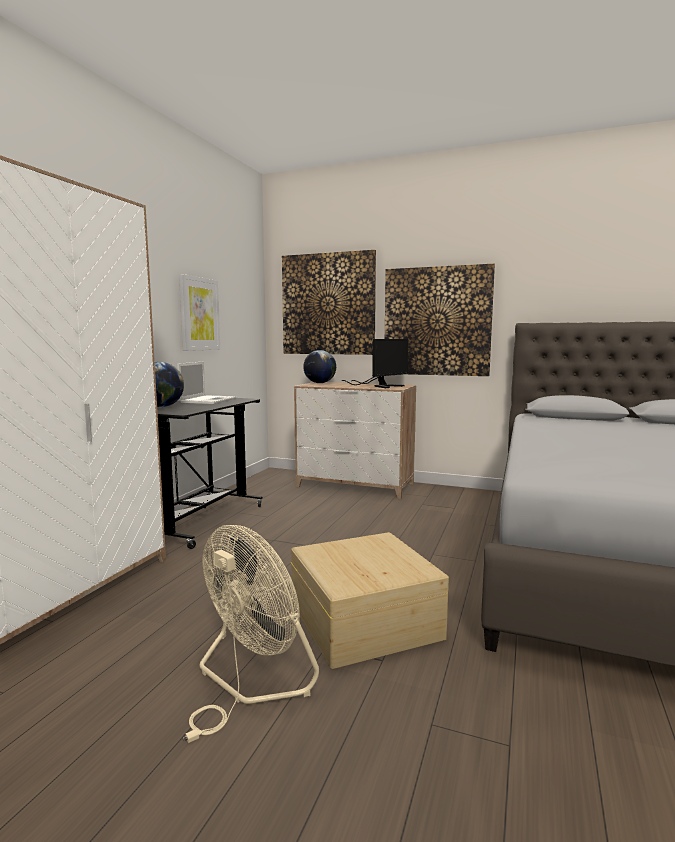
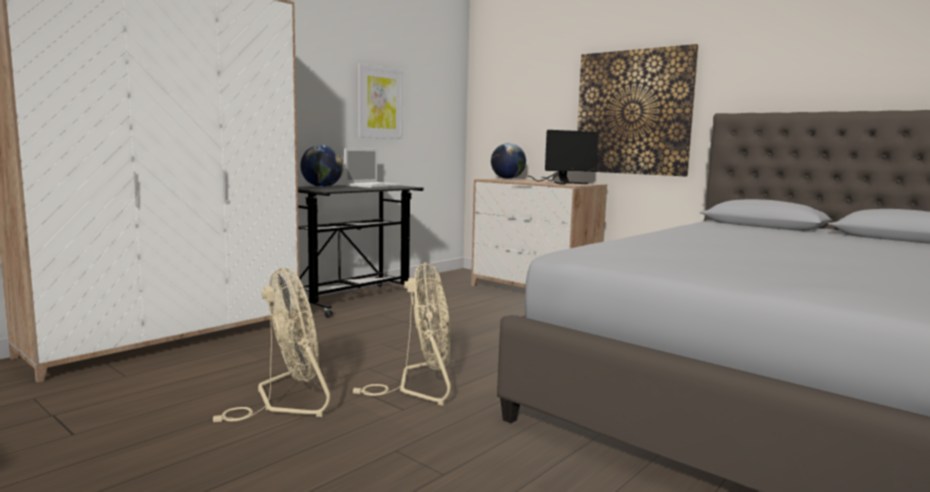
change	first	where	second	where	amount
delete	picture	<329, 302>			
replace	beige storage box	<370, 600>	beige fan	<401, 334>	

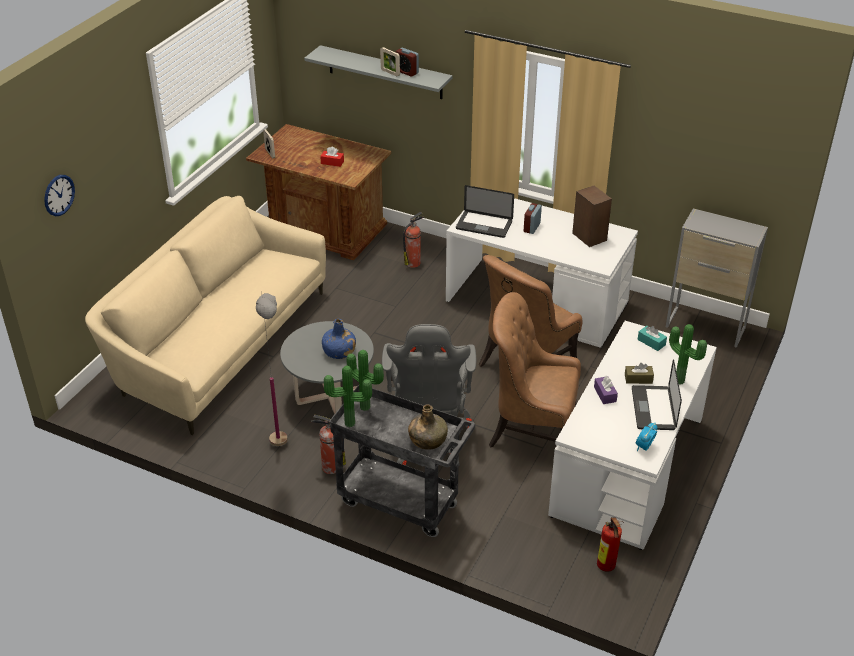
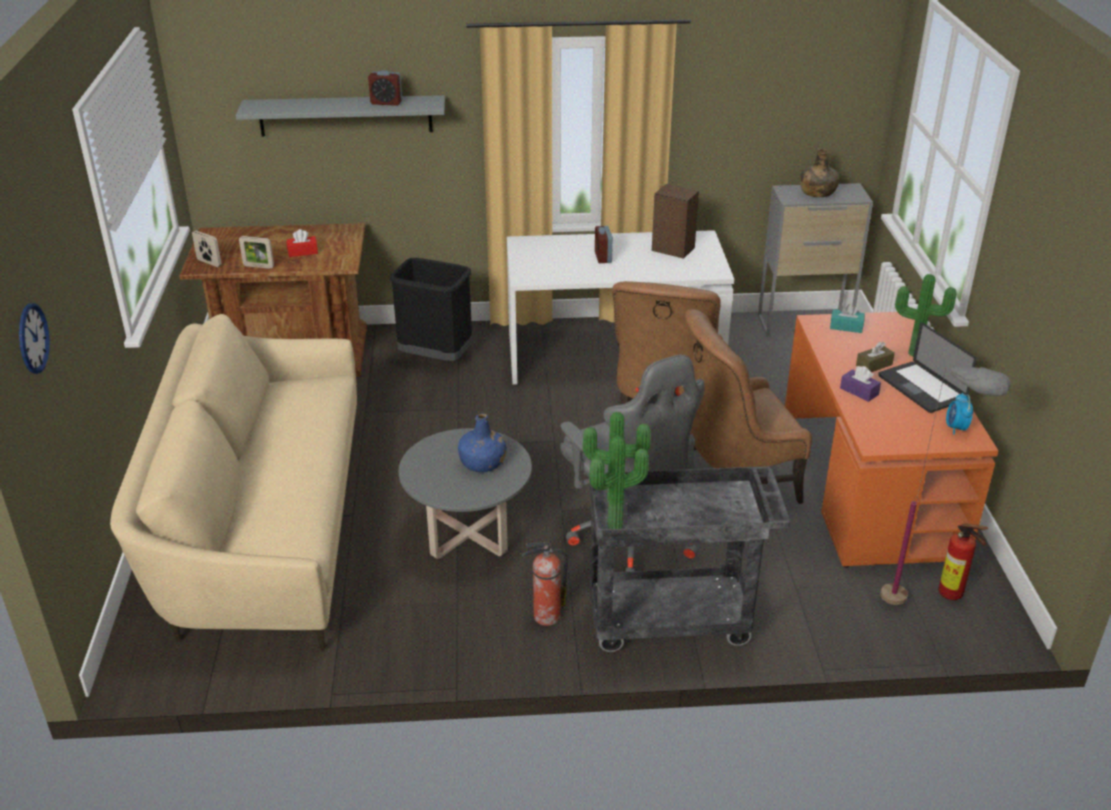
change	first	where	second	where	amount
move	grey floor lamp	<272, 368>		<945, 485>	
move	picture frame	<390, 61>		<256, 252>	
replace	fire extinguisher	<413, 240>	black trash can	<431, 309>	
move	green bottle	<428, 427>		<820, 173>	
delete	laptop	<485, 211>			
recolor	white desk	<632, 435>	orange desk	<891, 440>	

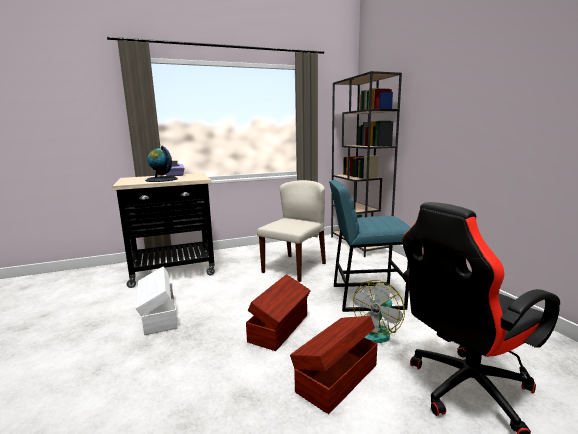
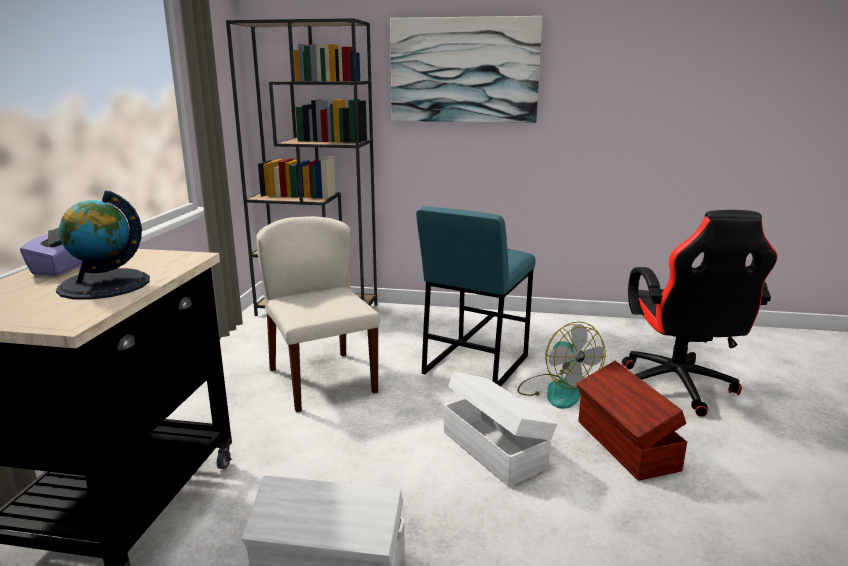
change	first	where	second	where	amount
recolor	brown storage box	<278, 312>	white storage box	<500, 429>	
insert			picture	<466, 69>	

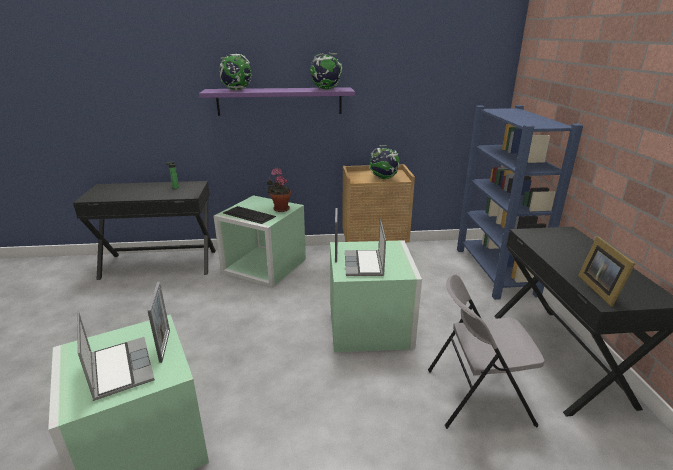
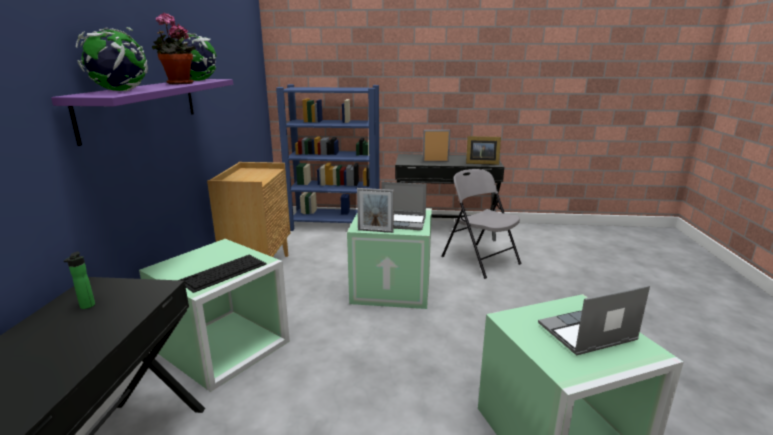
change	first	where	second	where	amount
move	picture frame	<158, 322>		<436, 146>	
move	potted plant	<279, 190>		<174, 48>	
delete	globe	<384, 162>			
rotate	grey chair	<486, 351>		<481, 224>	135 degrees clockwise

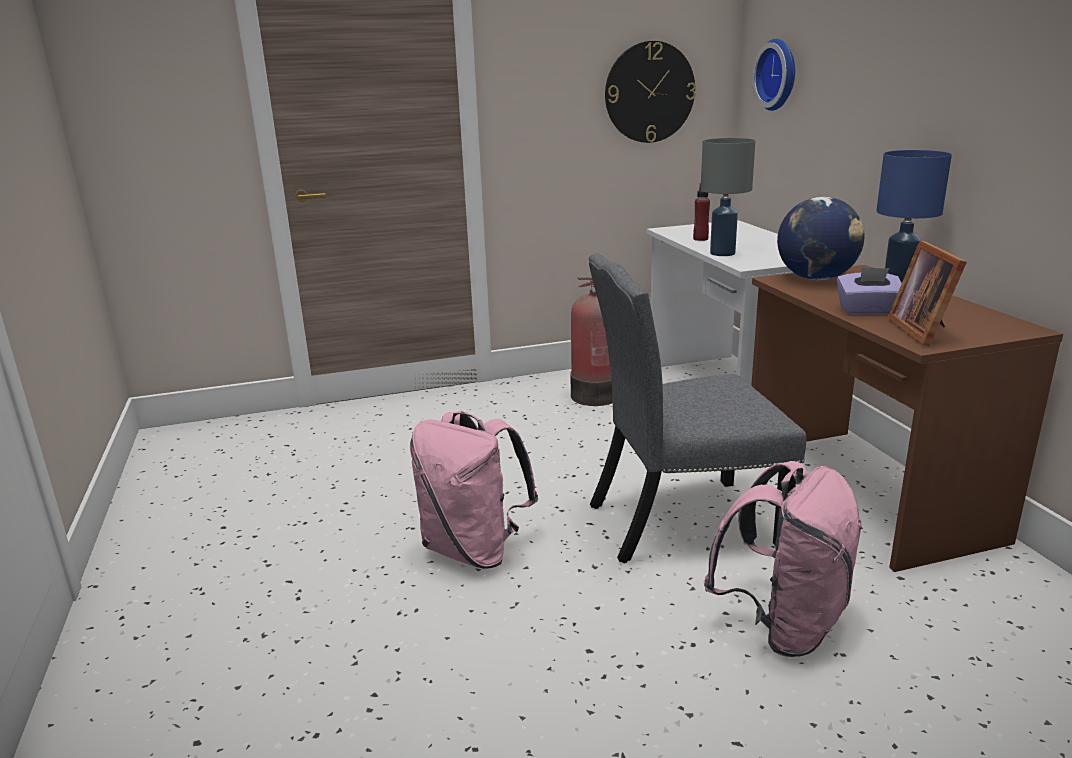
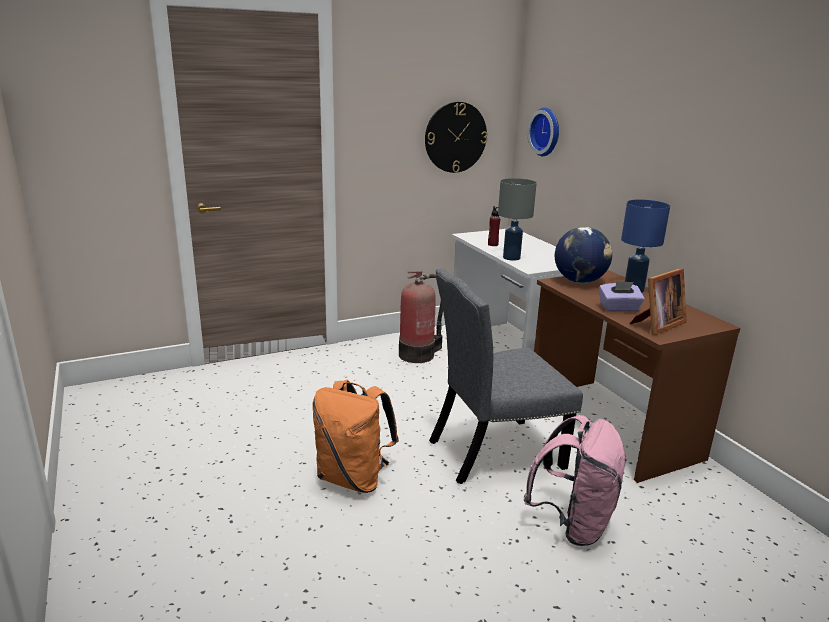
change	first	where	second	where	amount
recolor	pink backpack	<474, 490>	orange backpack	<355, 436>	
rotate	picture frame	<927, 293>		<658, 301>	120 degrees counterclockwise

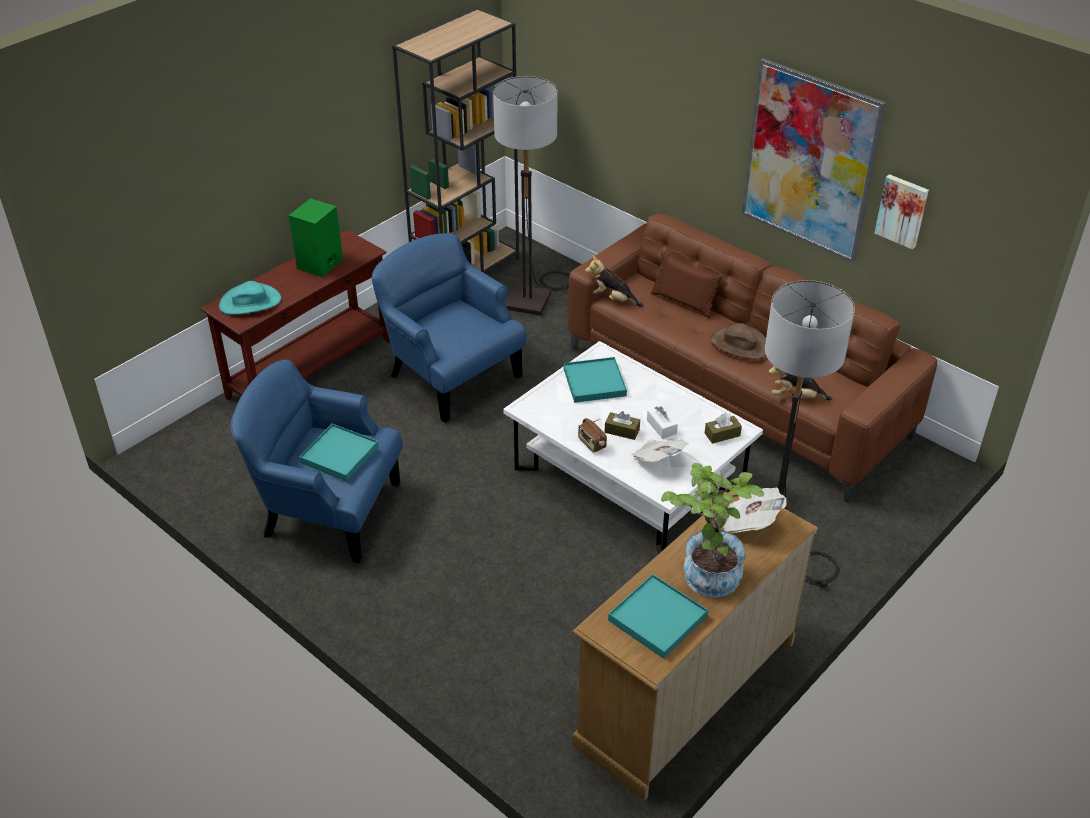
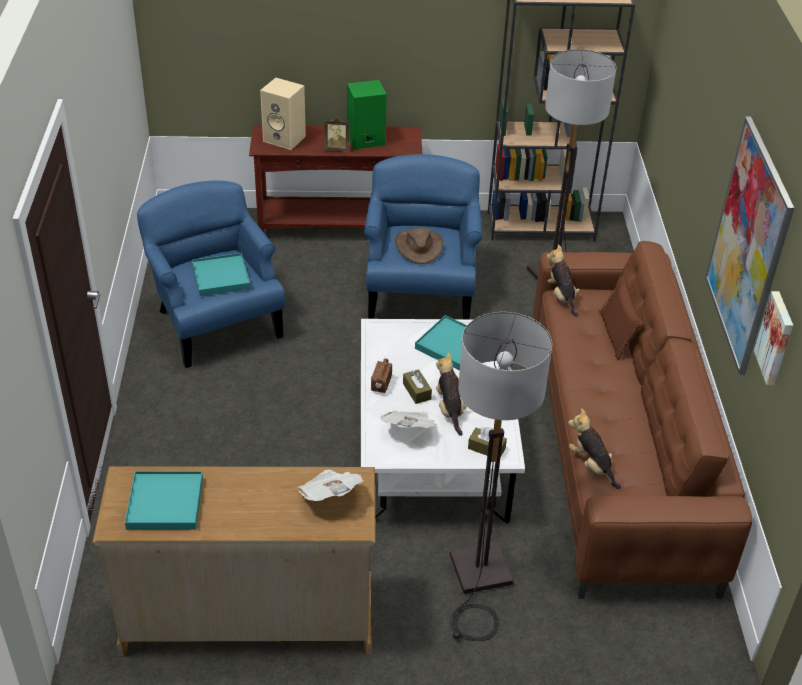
change	first	where	second	where	amount
replace	turquoise hat	<250, 298>	beige speaker	<283, 114>	
replace	white tissue box	<662, 422>	plush toy	<451, 394>	
delete	potted plant	<712, 530>			
move	brown hat	<738, 341>		<419, 246>	
insert			picture frame	<337, 135>	

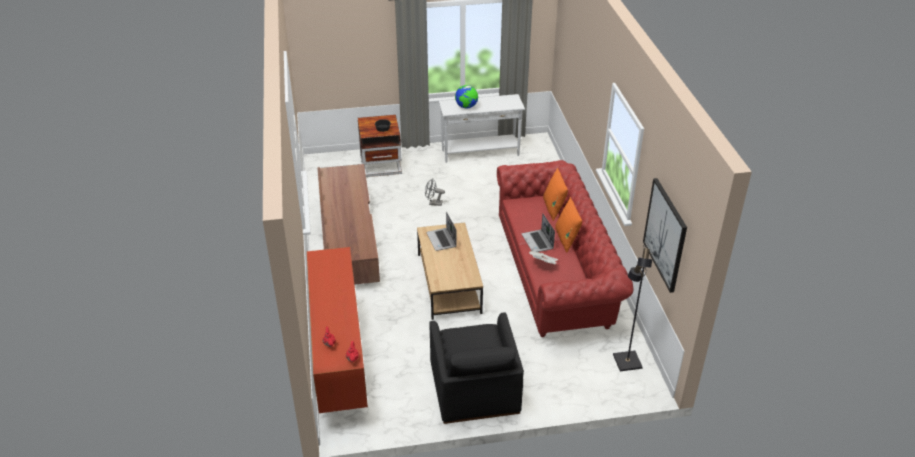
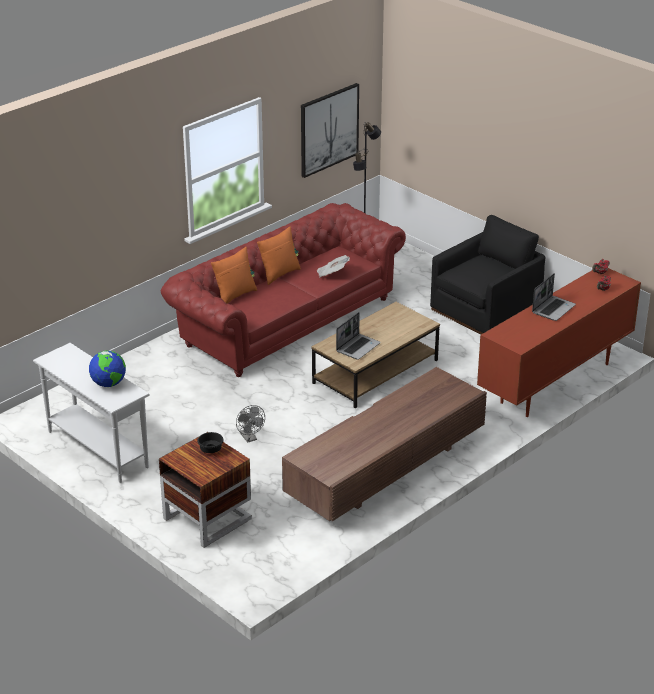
change	first	where	second	where	amount
move	laptop	<538, 233>		<554, 297>	

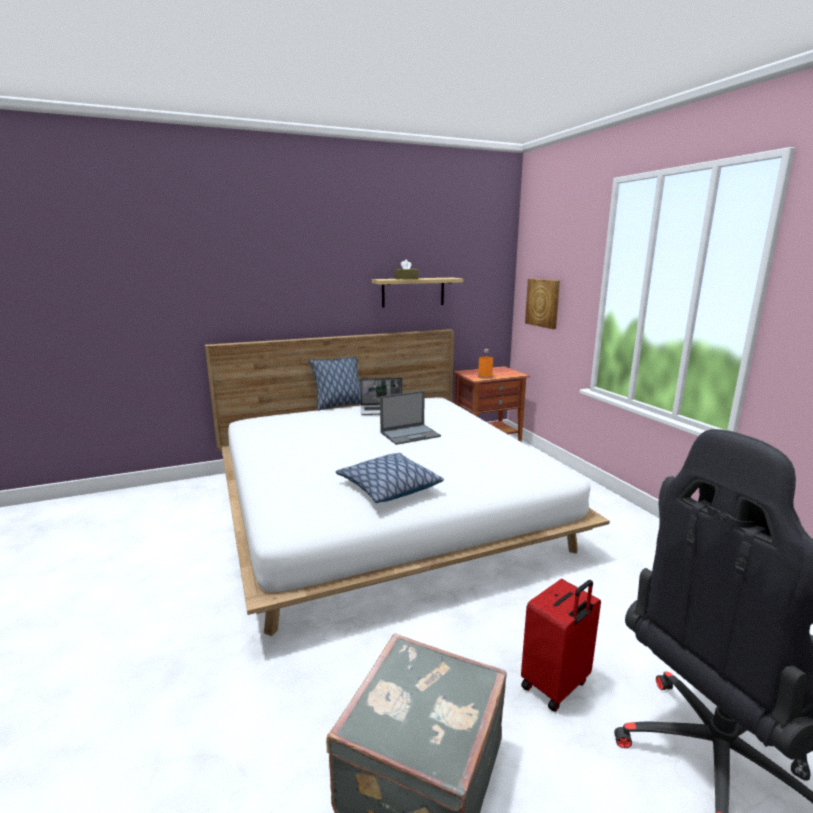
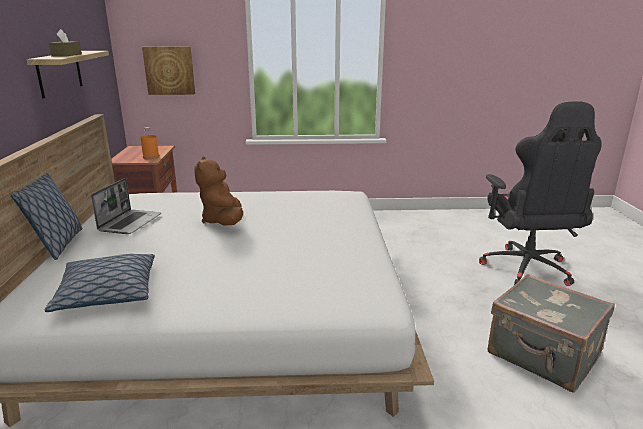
change	first	where	second	where	amount
move	pillow	<390, 478>		<100, 283>	
replace	laptop	<410, 418>	brown plush toy	<218, 190>	
delete	red suitcase	<561, 645>			

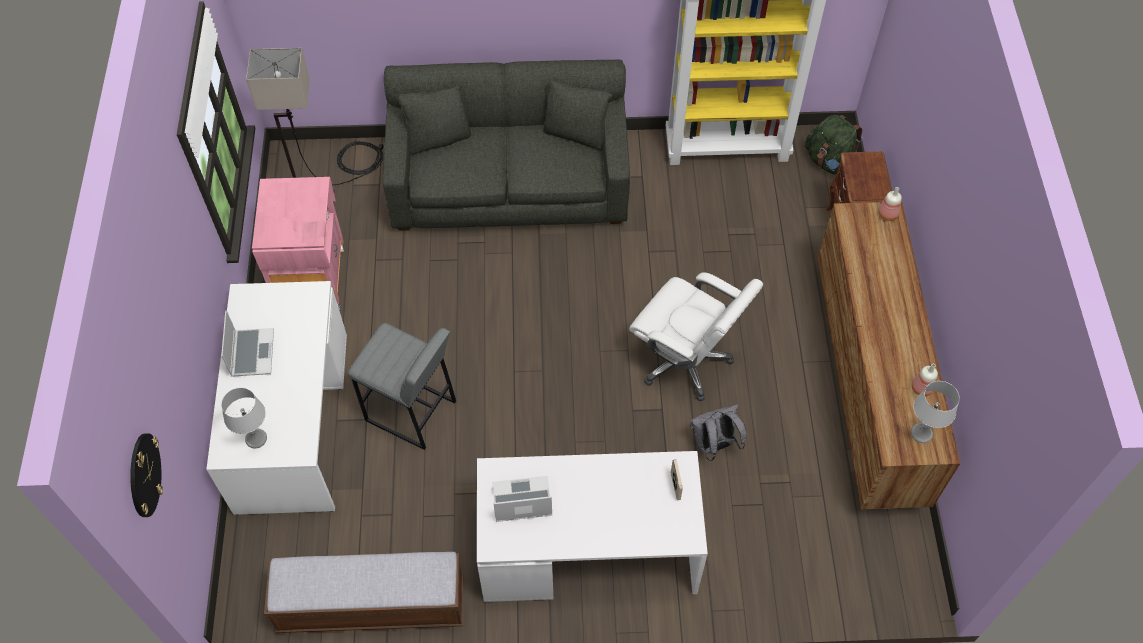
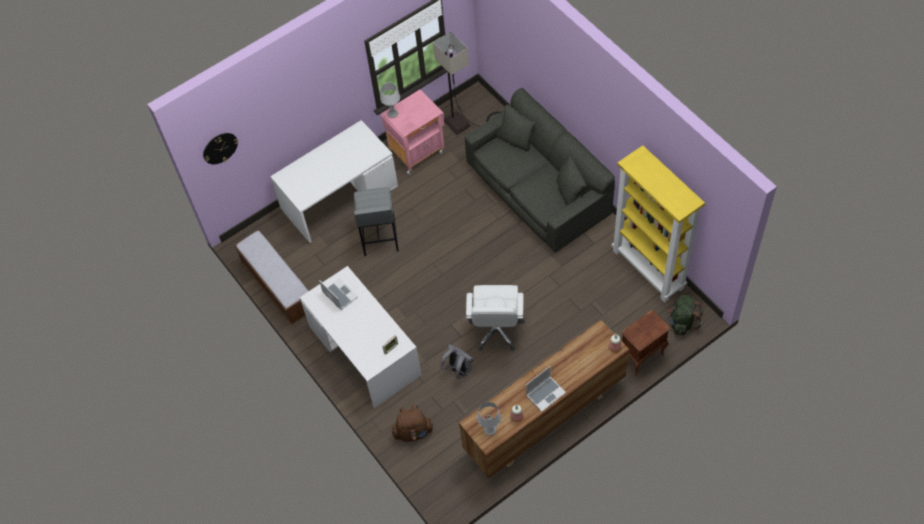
change	first	where	second	where	amount
move	laptop	<247, 343>		<546, 389>	
move	grey table lamp	<244, 418>		<390, 100>	
insert			brown backpack	<412, 423>	

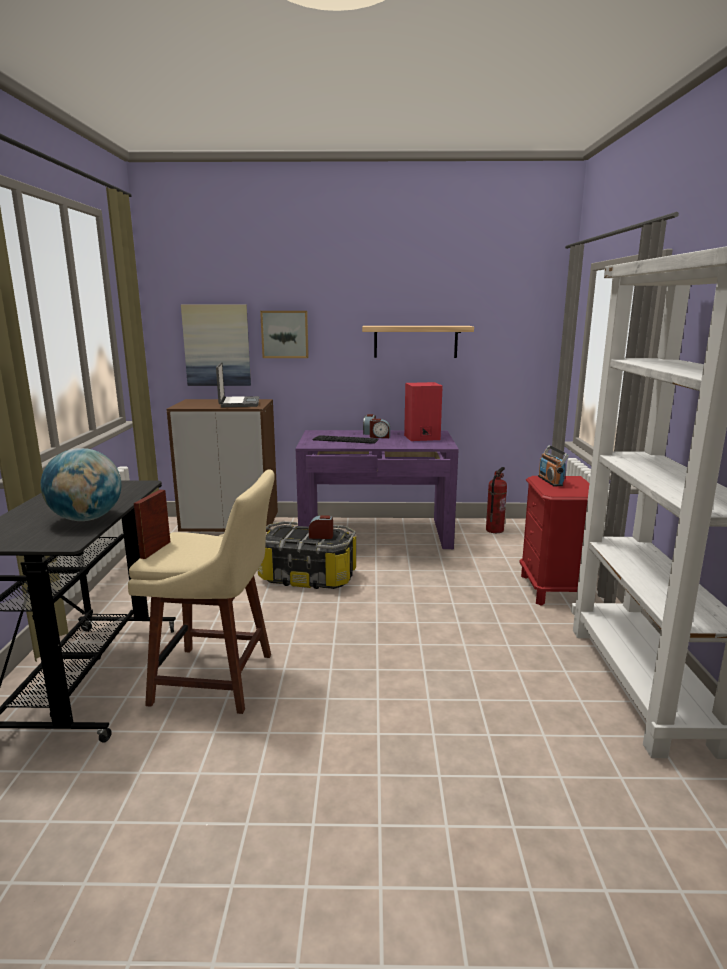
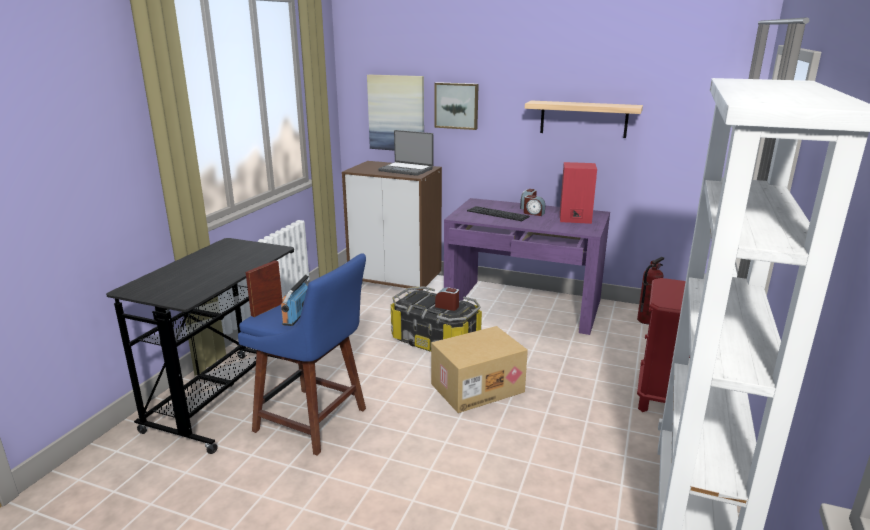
change	first	where	second	where	amount
delete	globe	<80, 484>			
recolor	beige stool	<201, 591>	blue stool	<302, 354>	
rotate	laptop	<237, 384>		<405, 153>	105 degrees clockwise
move	radio	<553, 466>		<295, 300>	
insert			cardboard box	<479, 369>	

